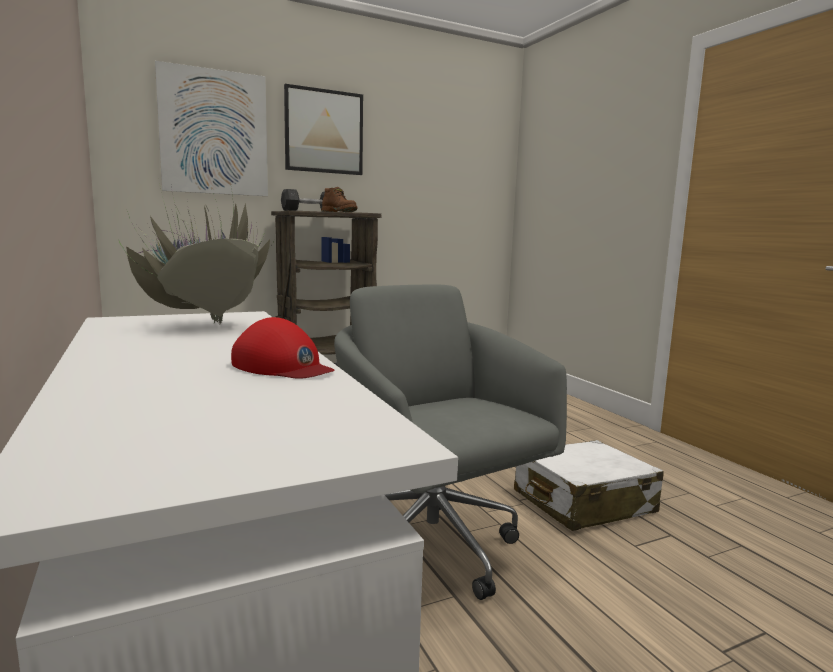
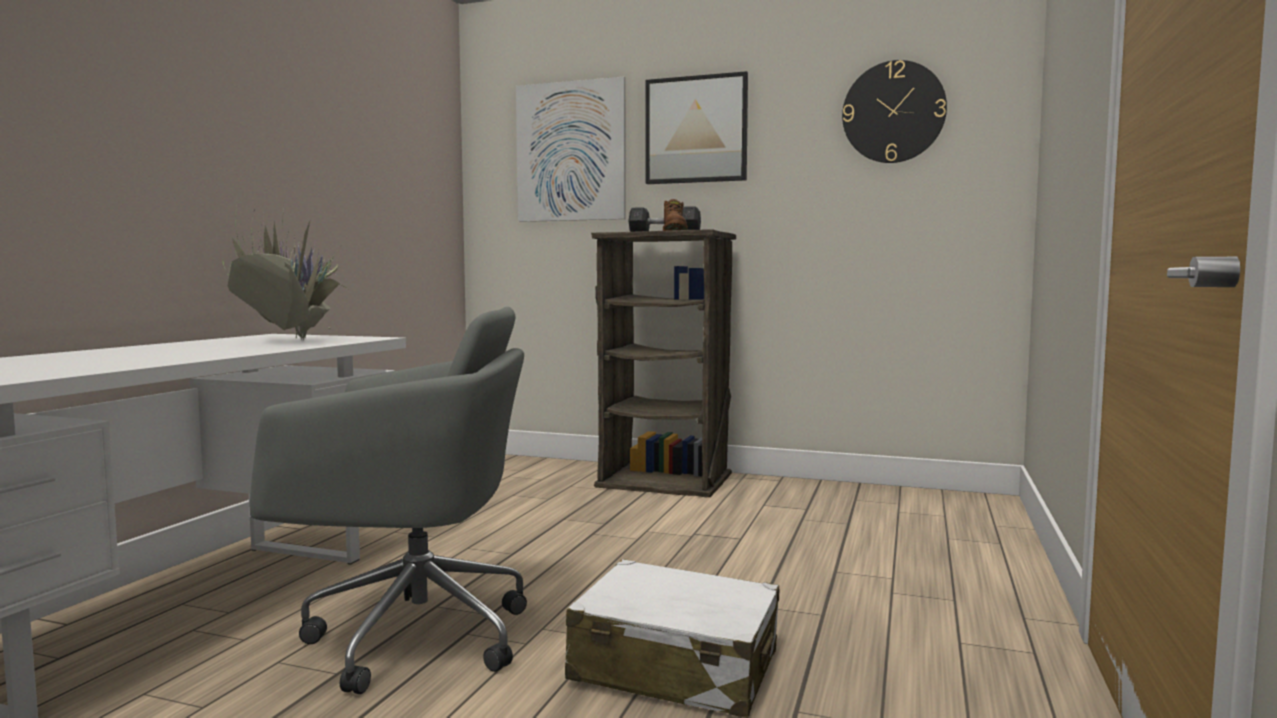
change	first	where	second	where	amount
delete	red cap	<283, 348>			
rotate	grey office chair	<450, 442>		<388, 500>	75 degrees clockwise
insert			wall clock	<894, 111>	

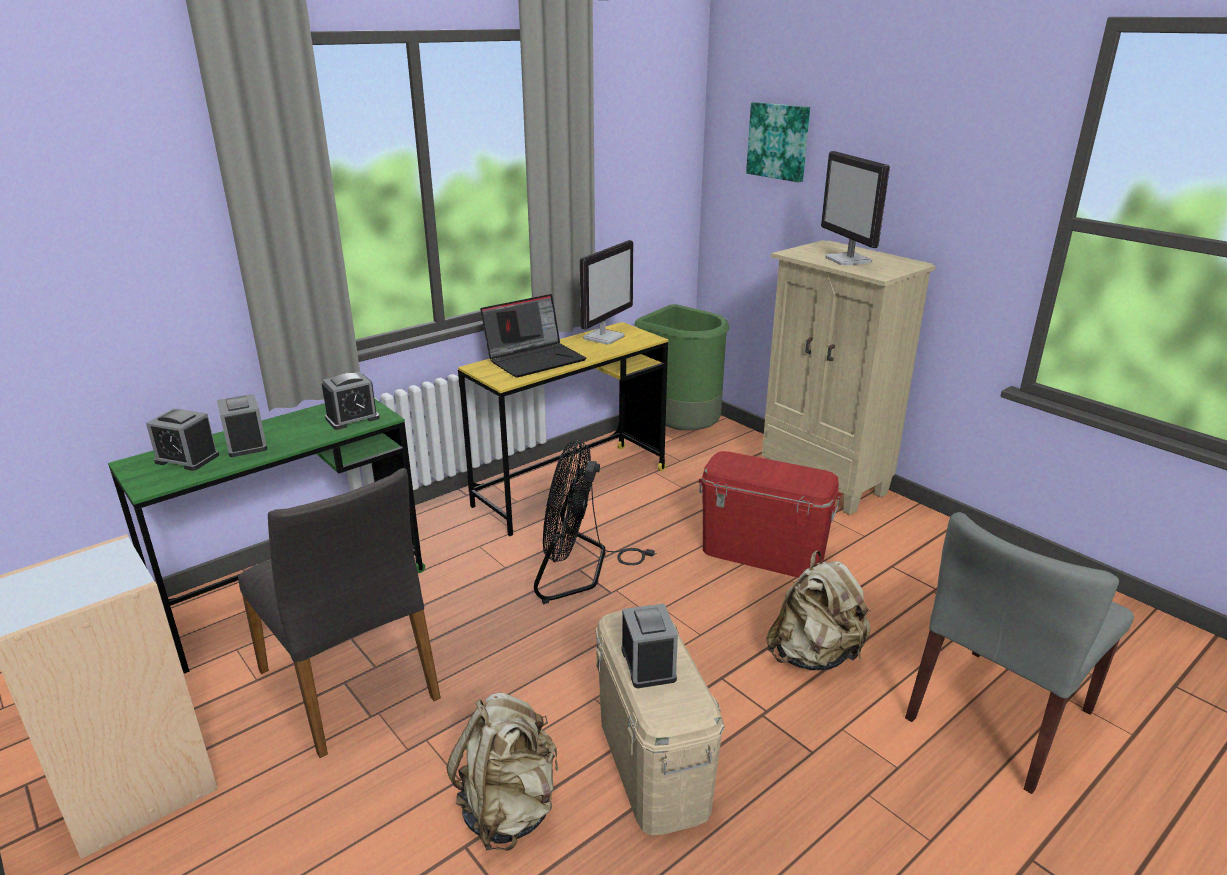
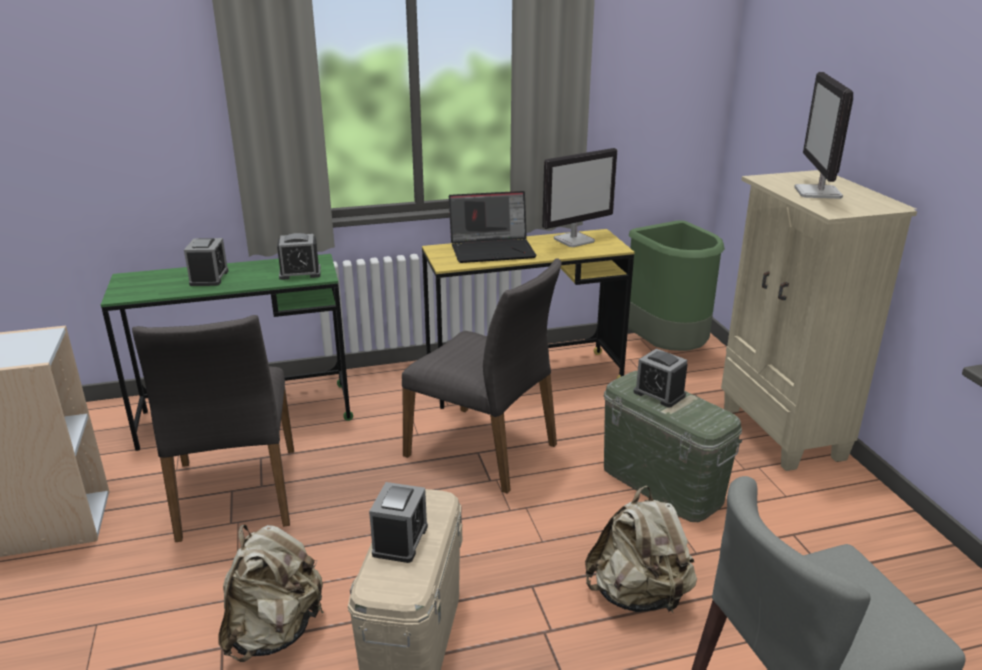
change	first	where	second	where	amount
move	alarm clock	<182, 439>		<660, 378>	
replace	black fan	<595, 522>	grey chair	<482, 376>	
recolor	red storage box	<770, 514>	green storage box	<672, 446>	
delete	picture	<778, 142>			

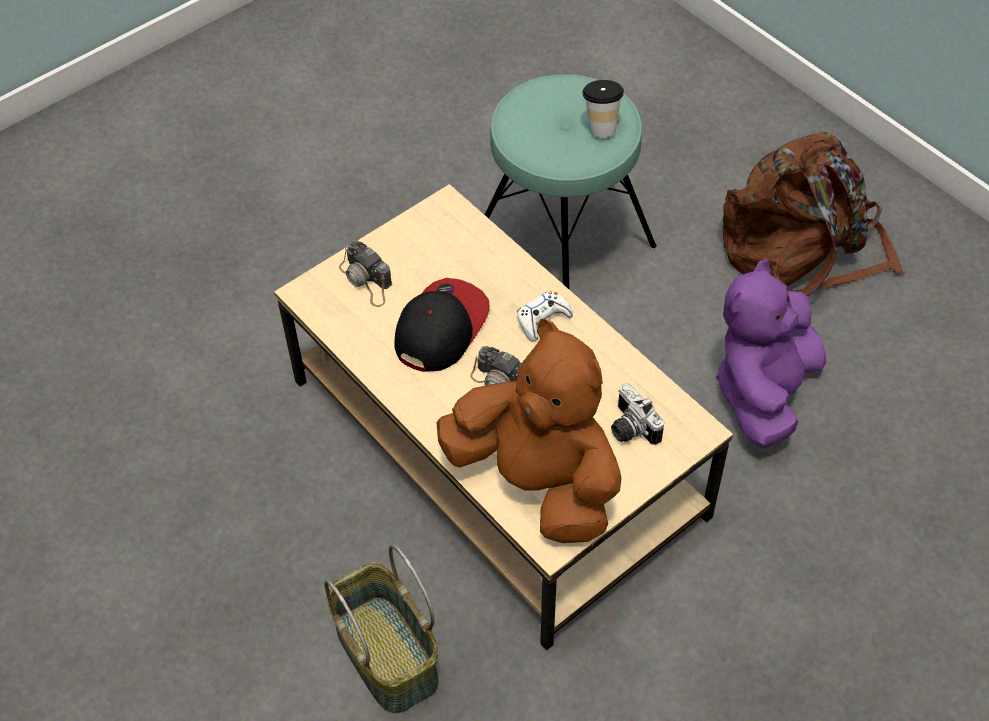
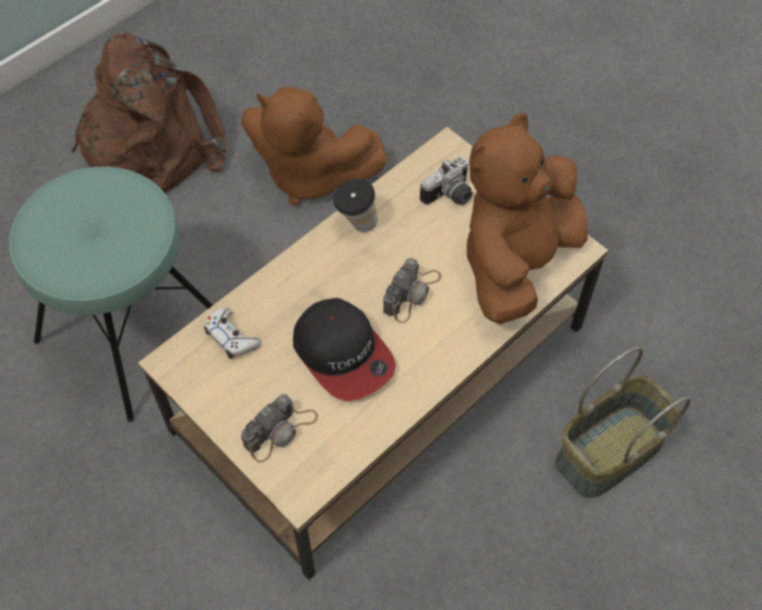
change	first	where	second	where	amount
rotate	cap	<442, 325>		<344, 349>	150 degrees counterclockwise
move	white game controller	<545, 316>		<232, 333>	
move	cup	<603, 108>		<355, 205>	
recolor	purple plush toy	<771, 353>	brown plush toy	<314, 146>	

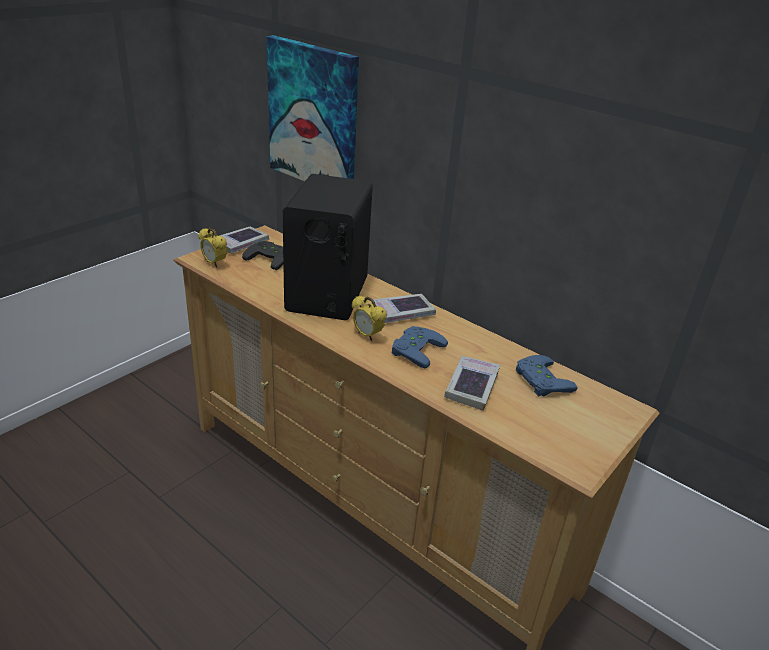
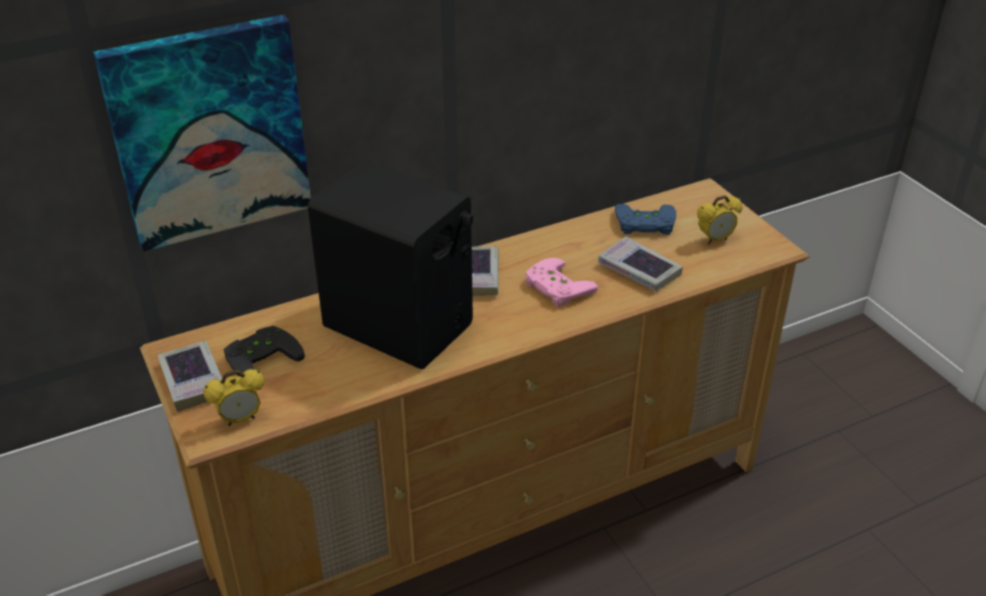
change	first	where	second	where	amount
move	alarm clock	<369, 318>		<720, 220>	
recolor	blue game controller	<420, 347>	pink game controller	<562, 282>	

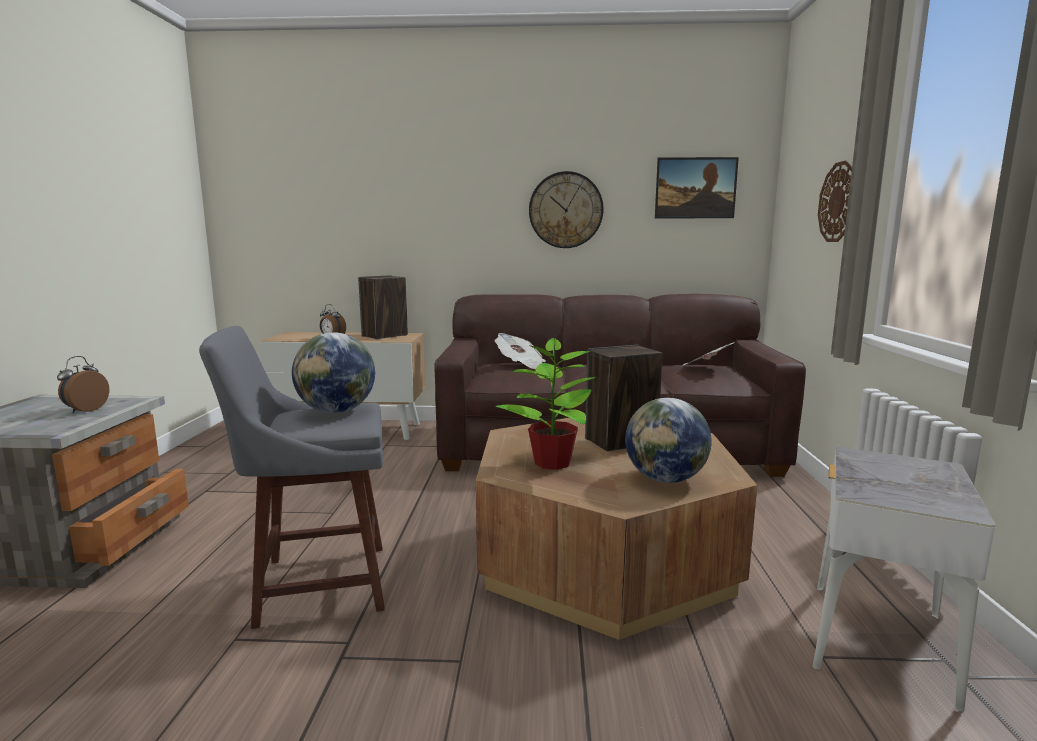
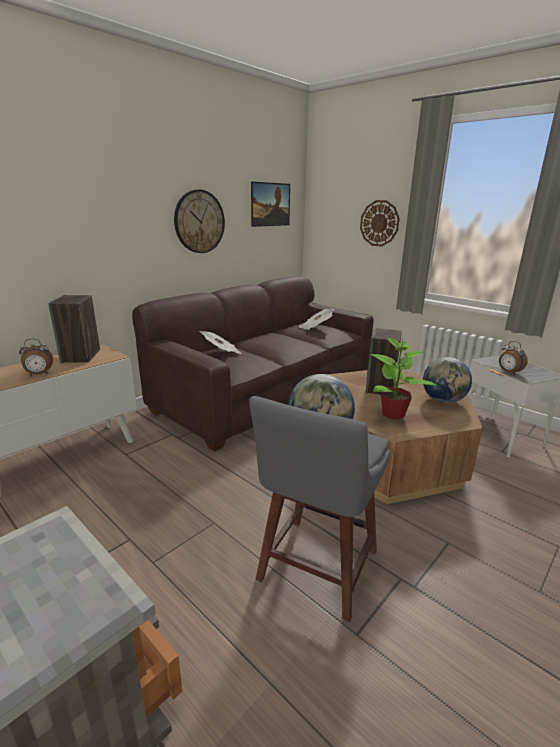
change	first	where	second	where	amount
move	alarm clock	<83, 384>		<513, 358>	

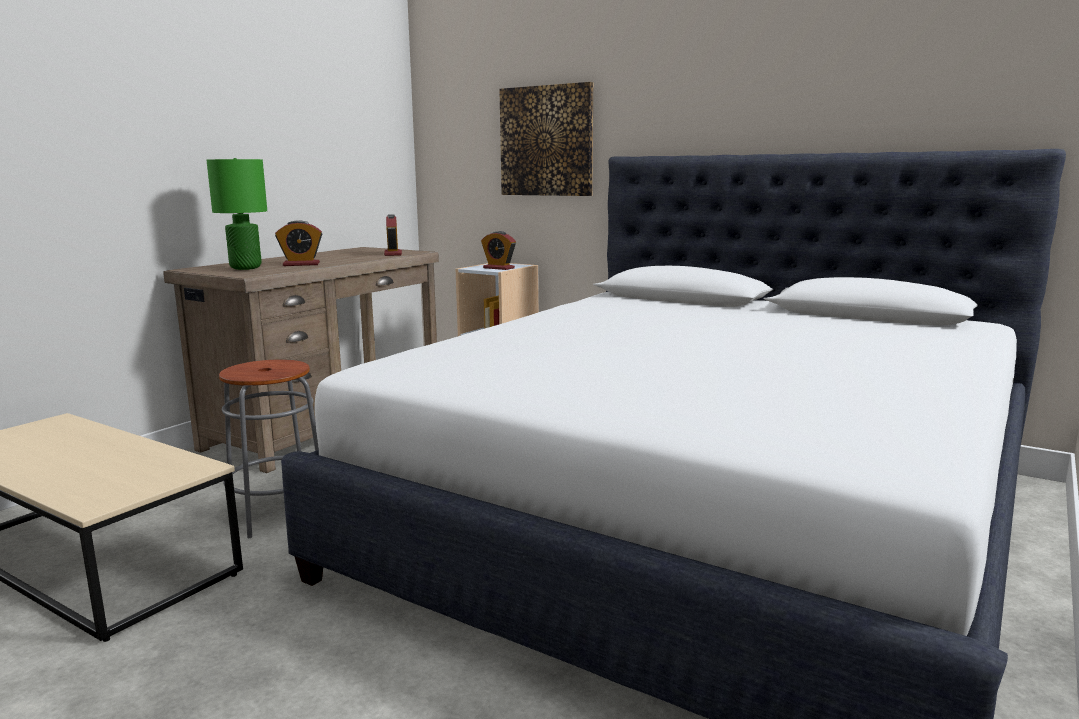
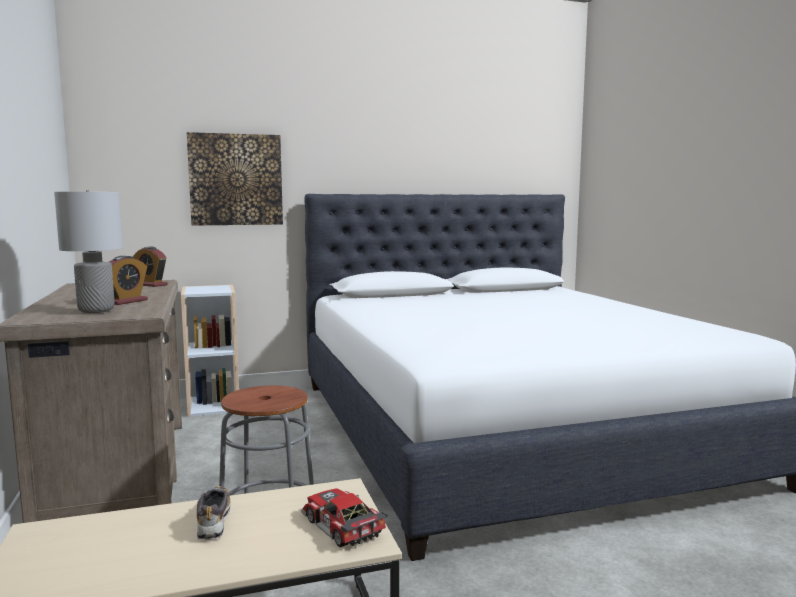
change	first	where	second	where	amount
recolor	green table lamp	<237, 214>	grey table lamp	<88, 251>	
delete	alarm clock	<498, 250>			
insert			shoe	<213, 513>	
insert			toy car	<344, 518>	

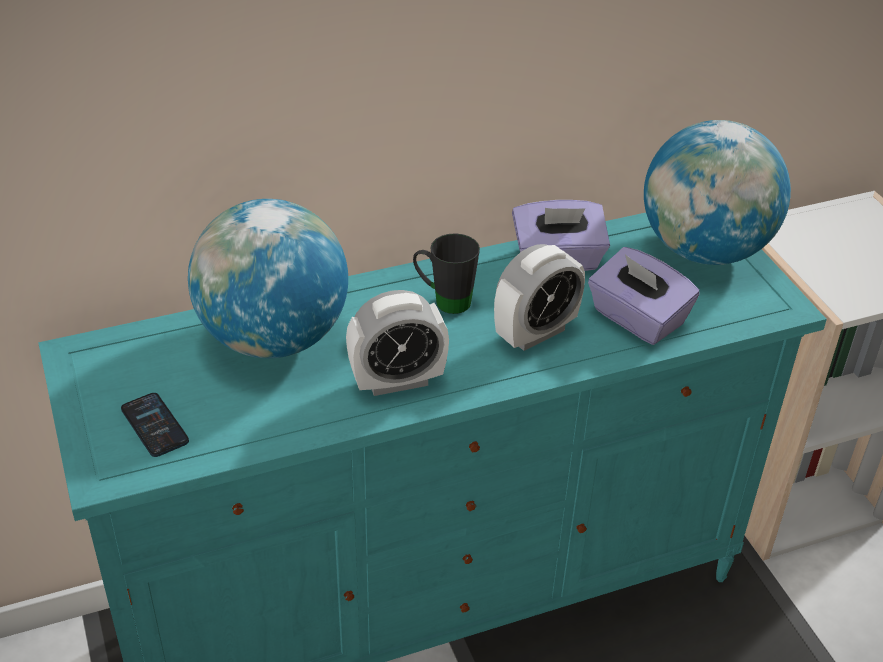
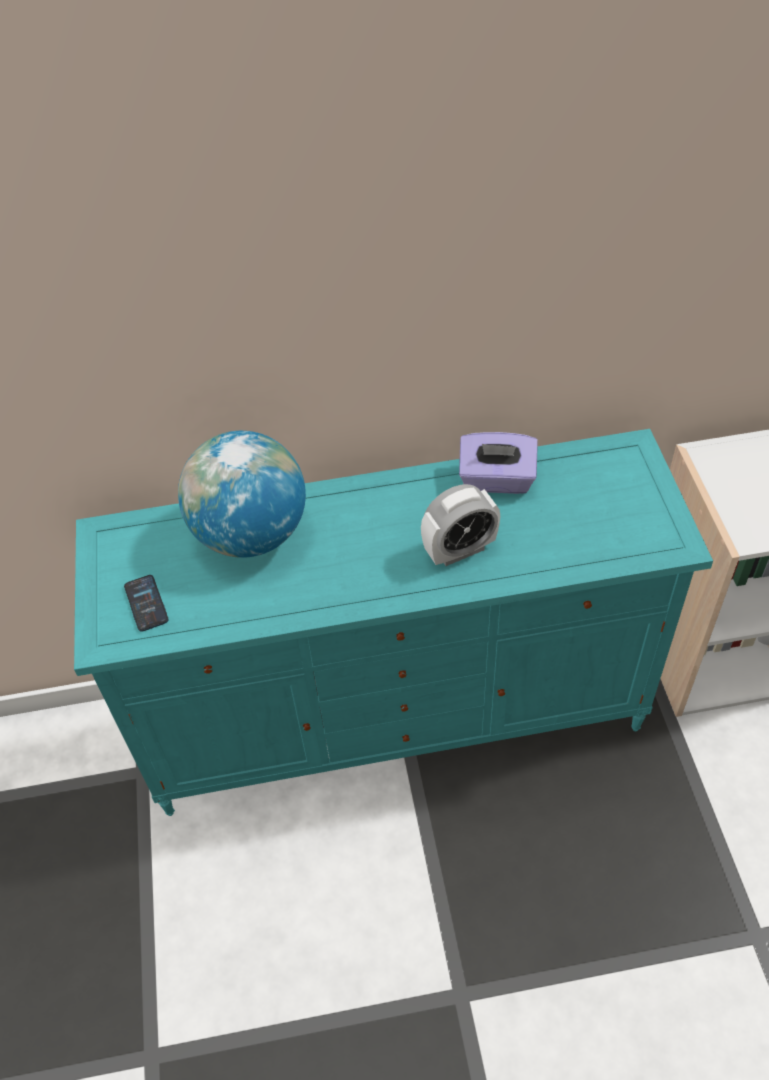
change	first	where	second	where	amount
delete	alarm clock	<397, 343>			
delete	black mug	<446, 273>			
delete	purple tissue box	<644, 296>			
delete	globe	<717, 192>			

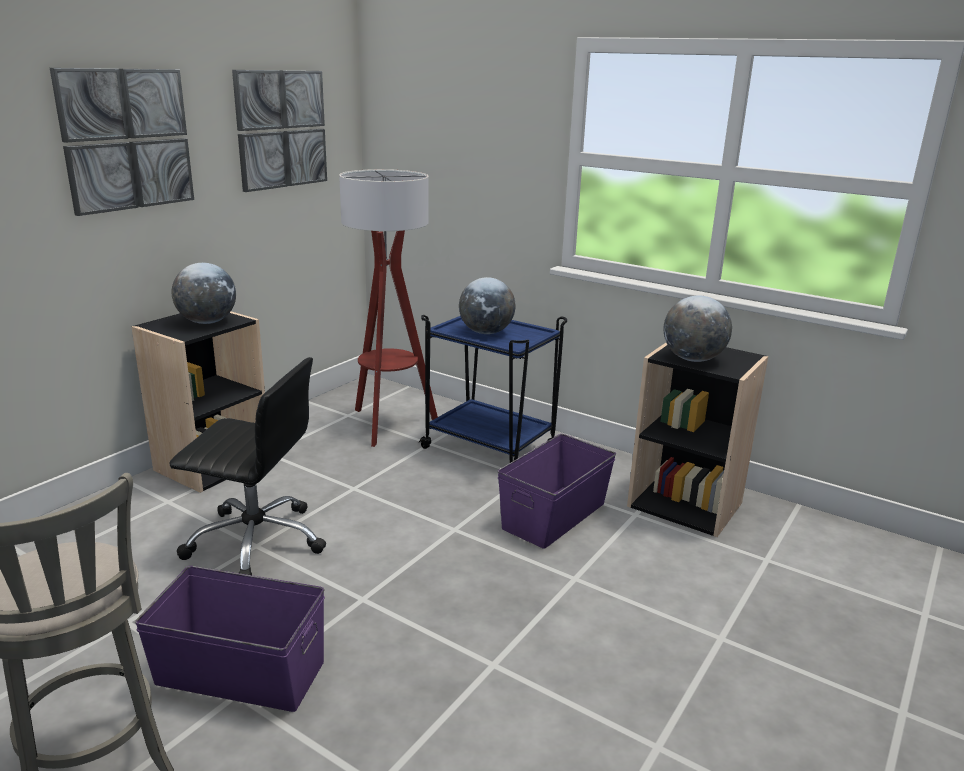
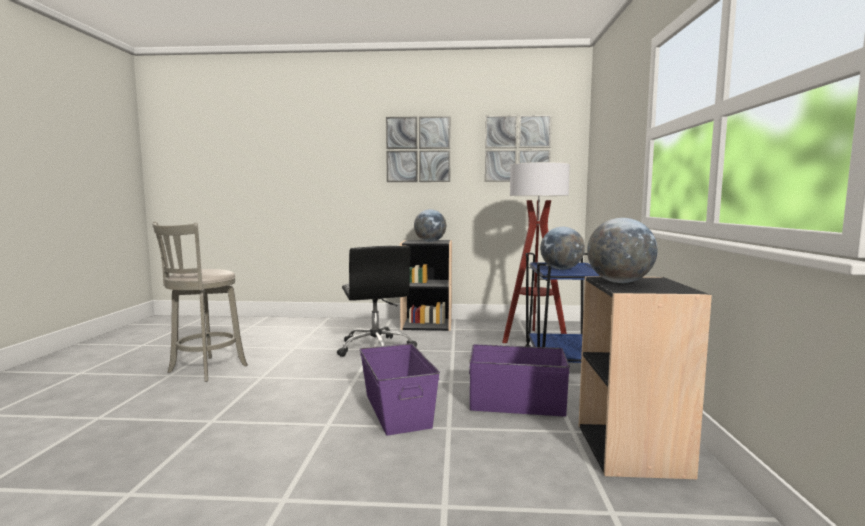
change	first	where	second	where	amount
move	purple storage box	<230, 639>		<400, 389>	

